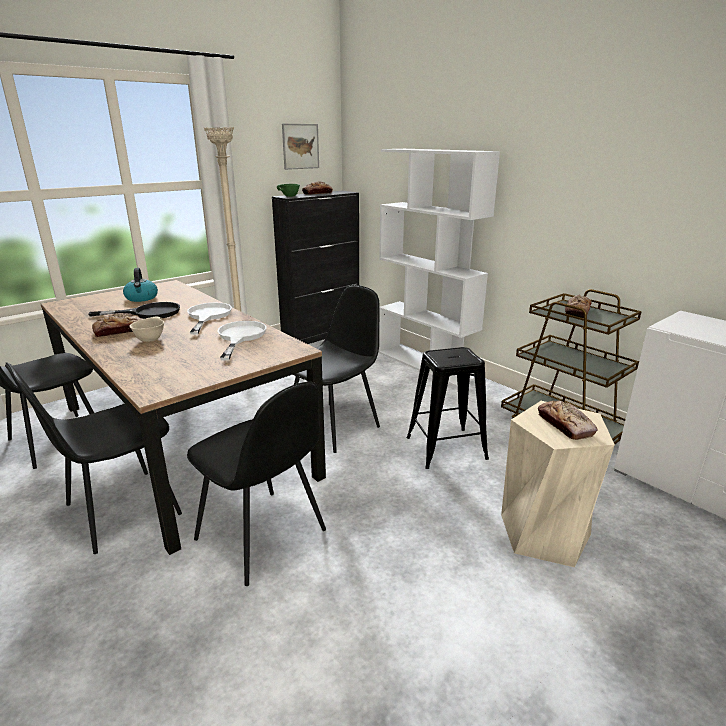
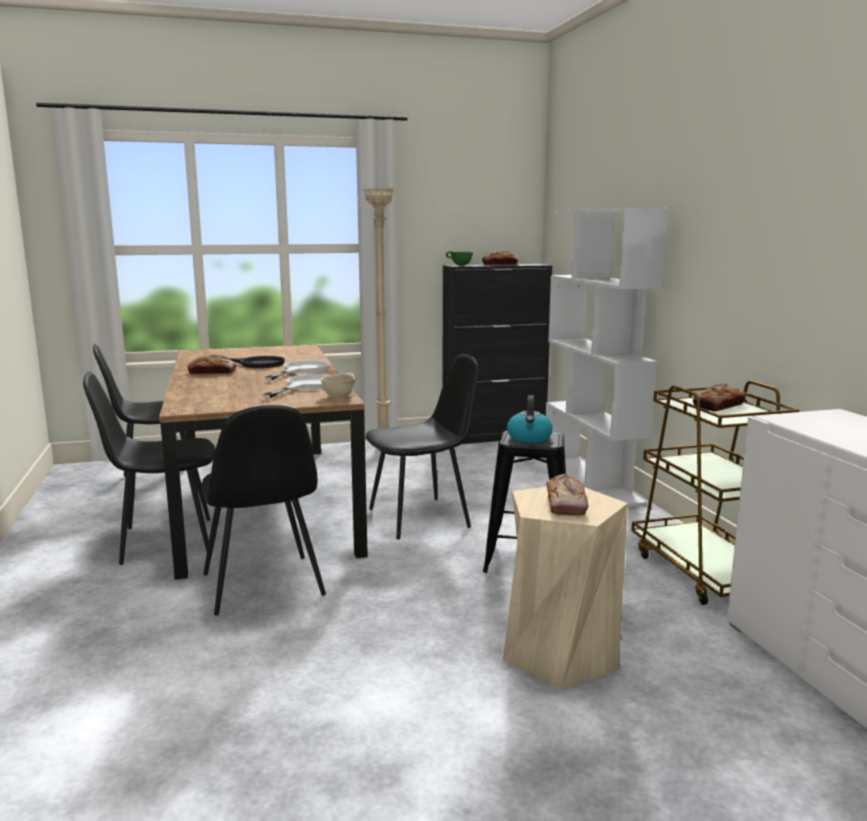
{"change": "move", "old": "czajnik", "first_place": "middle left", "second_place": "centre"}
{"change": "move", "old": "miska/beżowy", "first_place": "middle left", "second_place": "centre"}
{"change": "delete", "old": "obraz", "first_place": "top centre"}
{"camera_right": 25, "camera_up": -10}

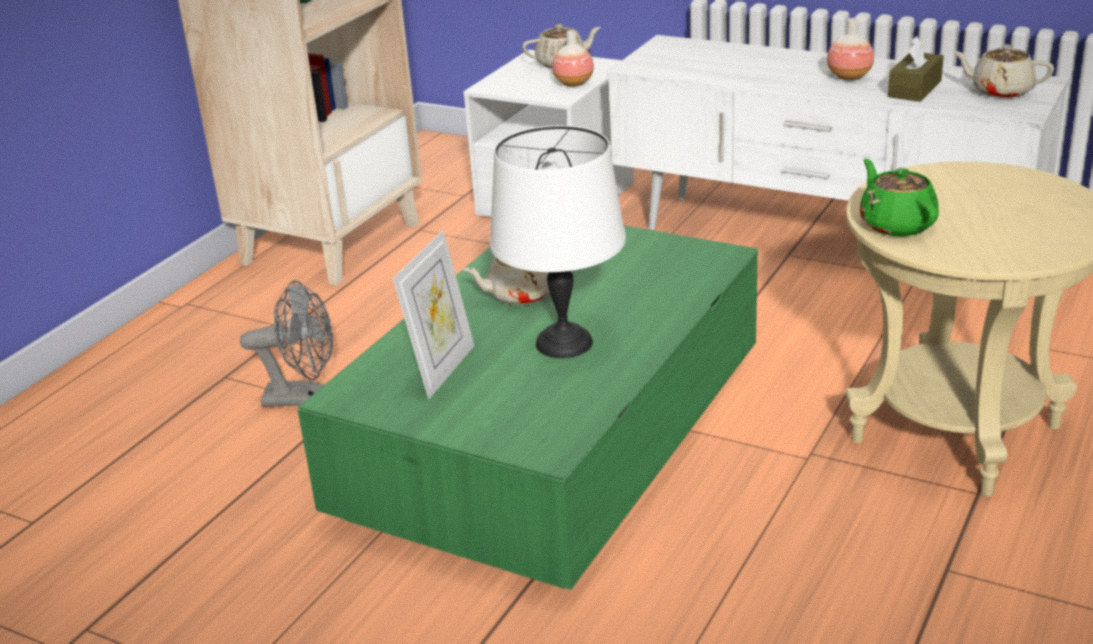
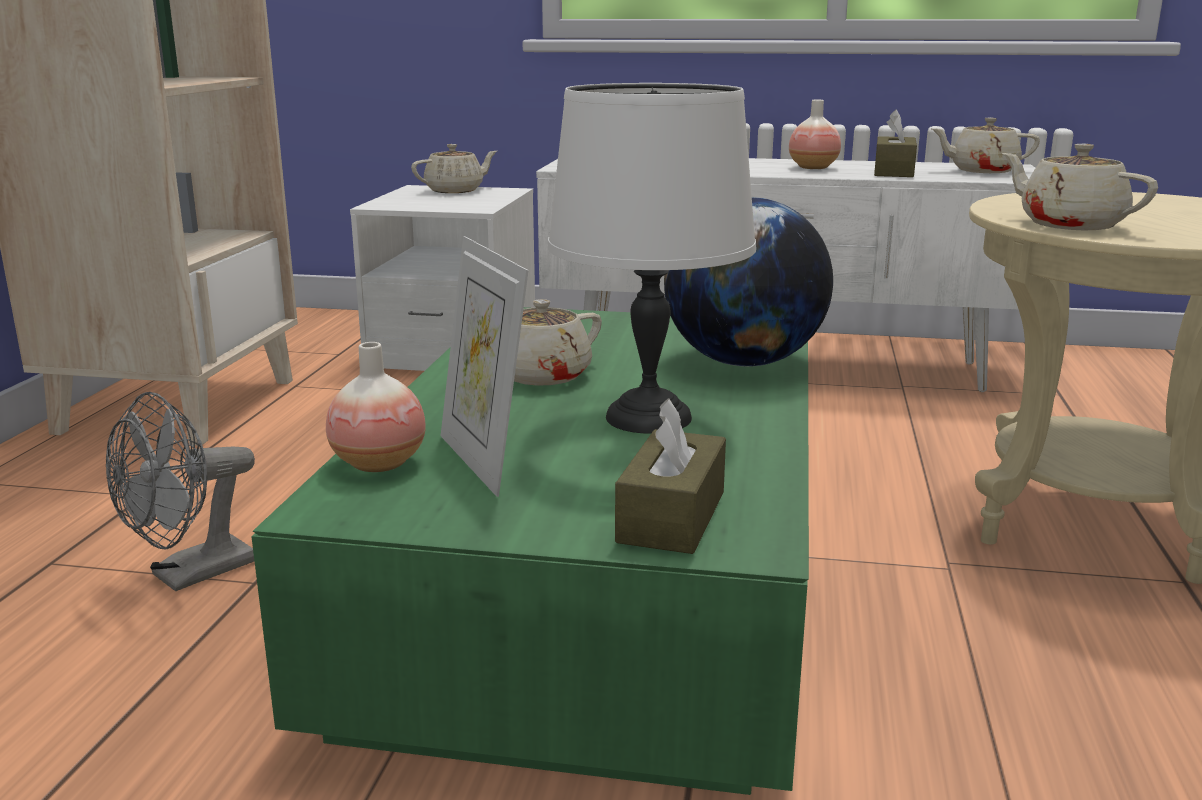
{"change": "rotate", "old": "wentylator/szary", "first_place": "middle left", "second_place": "middle left", "degrees": 150}
{"change": "rotate", "old": "ramka na zdjęcie", "first_place": "centre", "second_place": "centre", "degrees": 150}
{"change": "move", "old": "wazon (1st from left)", "first_place": "top centre", "second_place": "middle left"}
{"change": "recolor", "old": "imbryk/zielony", "new": "imbryk/beżowy (4th from left)", "first_place": "top right", "second_place": "top right"}
{"change": "insert", "new": "pudełko chusteczek/brązowy (1st from left)", "second_place": "centre"}
{"change": "insert", "new": "globus", "second_place": "centre"}
{"camera_right": -20, "camera_up": -10}

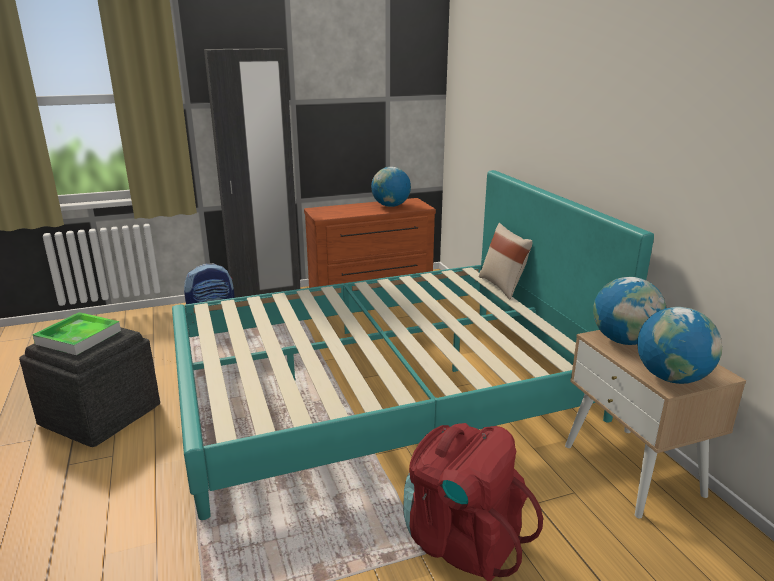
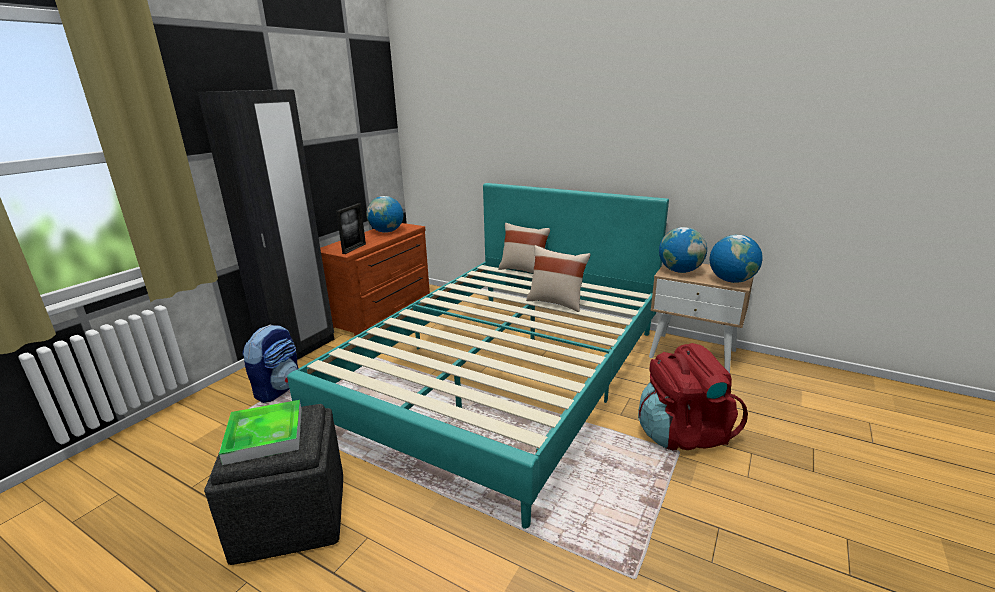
{"change": "insert", "new": "ramka na zdjęcie", "second_place": "centre"}
{"change": "insert", "new": "poduszka/beżowy (2nd from left)", "second_place": "centre"}
{"camera_right": -40, "camera_up": 0}

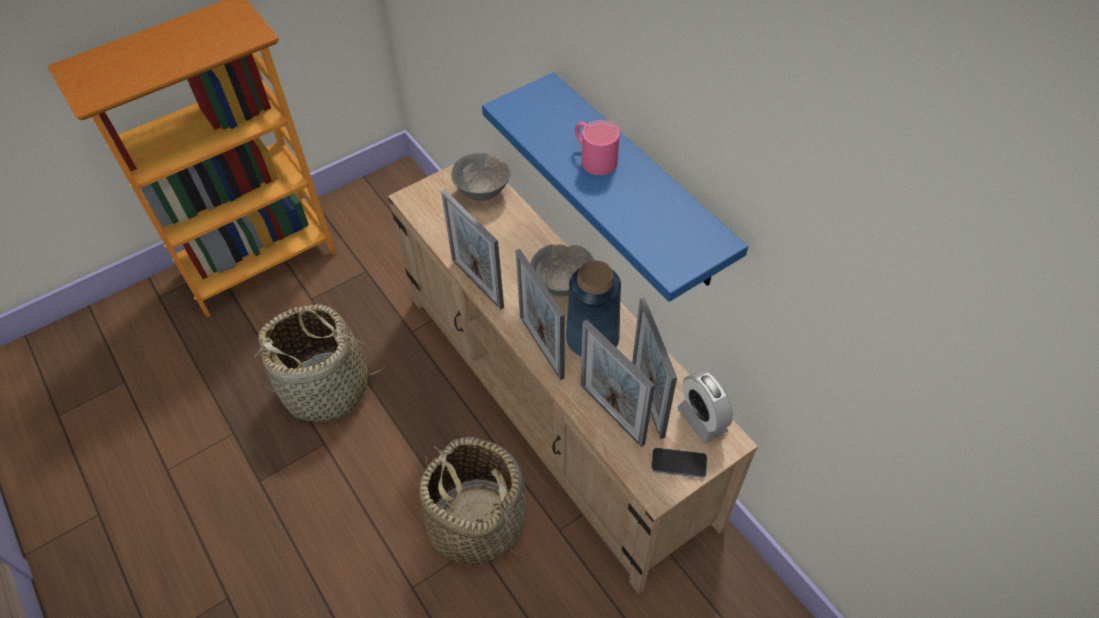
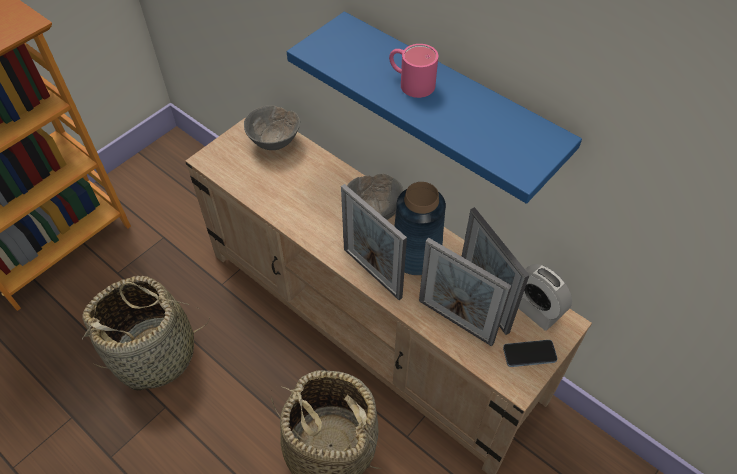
{"change": "delete", "old": "ramka na zdjęcie (1st from left)", "first_place": "centre"}
{"camera_right": -15, "camera_up": 0}

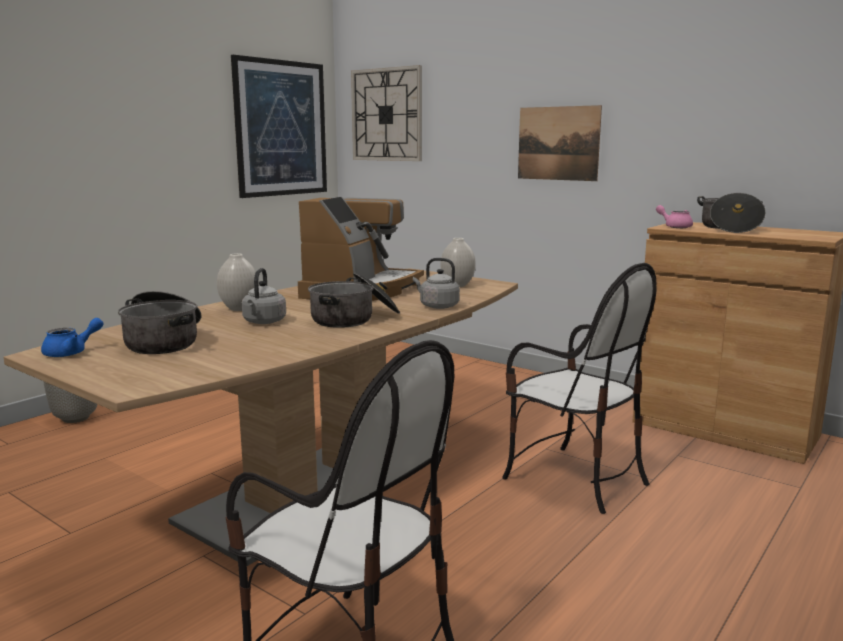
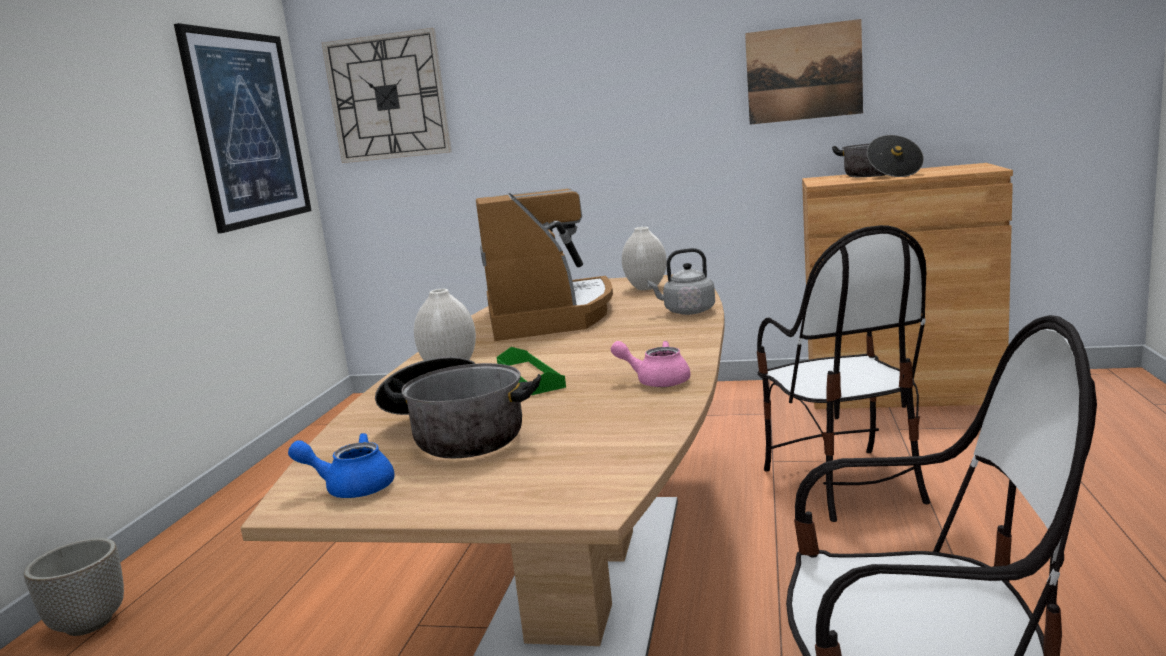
{"change": "rotate", "old": "imbryk/niebieski", "first_place": "middle left", "second_place": "bottom left", "degrees": -105}
{"change": "replace", "old": "czajnik/szary (1st from left)", "new": "taca/zielony", "first_place": "middle left", "second_place": "centre"}
{"change": "delete", "old": "garnek (2nd from left)", "first_place": "centre"}
{"change": "rotate", "old": "krzesło (2nd from left in the first image)", "first_place": "middle right", "second_place": "middle right", "degrees": 60}
{"change": "move", "old": "obraz (2nd from left)", "first_place": "top centre", "second_place": "top right"}
{"change": "move", "old": "imbryk/różowy", "first_place": "middle right", "second_place": "centre"}
{"camera_right": -25, "camera_up": 0}

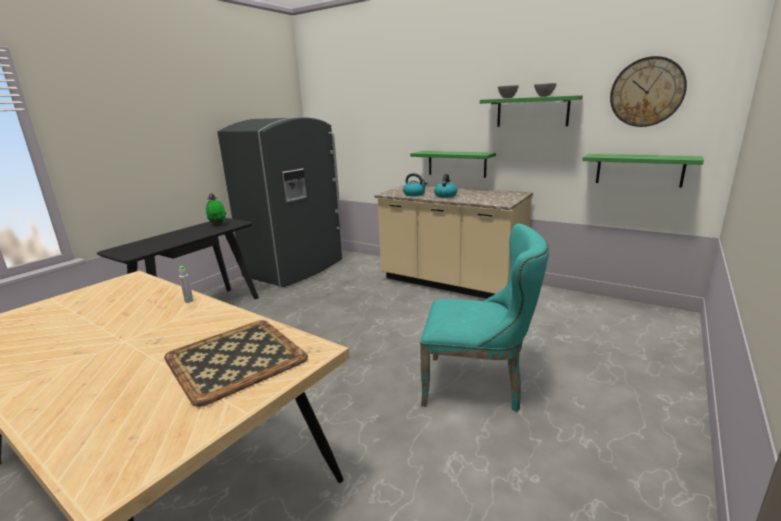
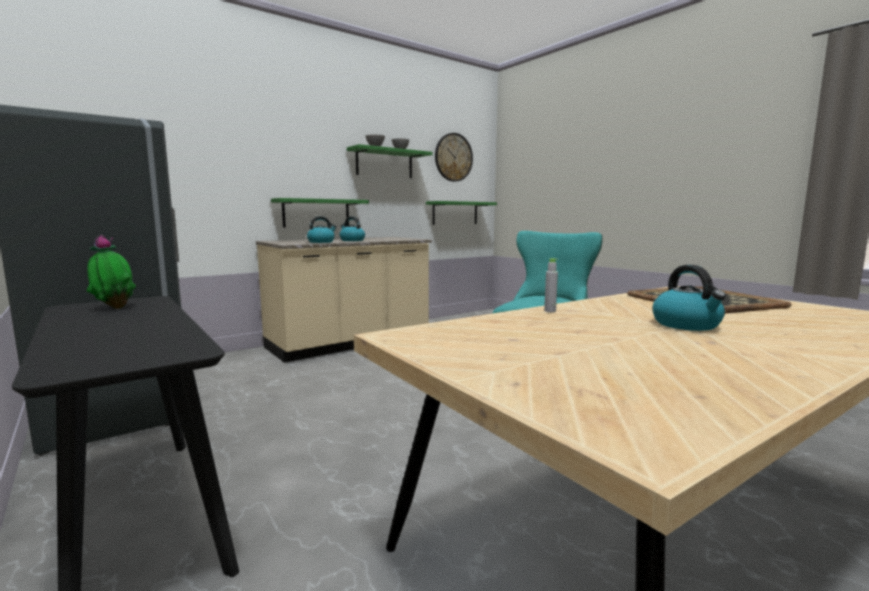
{"change": "insert", "new": "czajnik (3rd from left)", "second_place": "middle right"}
{"camera_right": -70, "camera_up": -10}

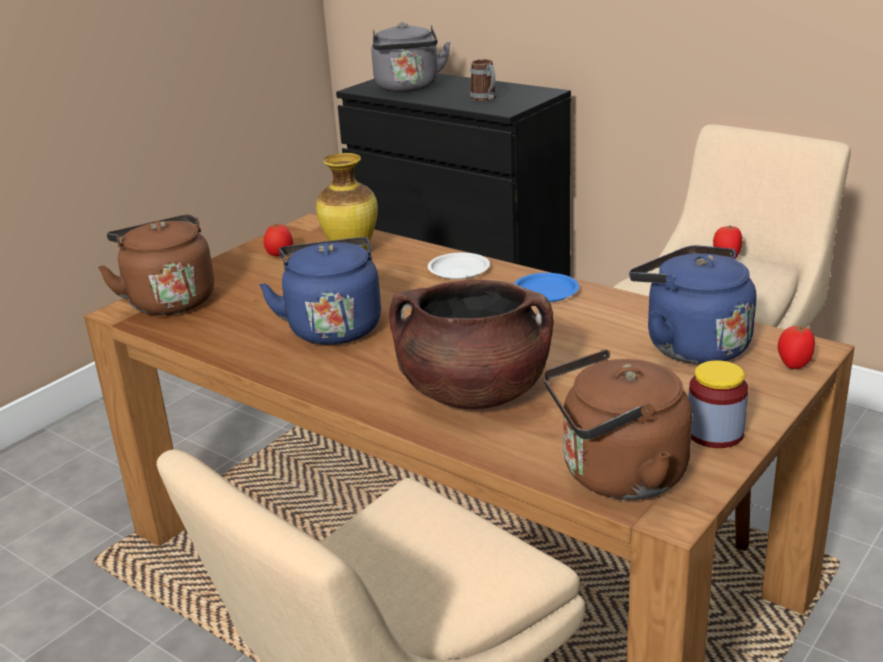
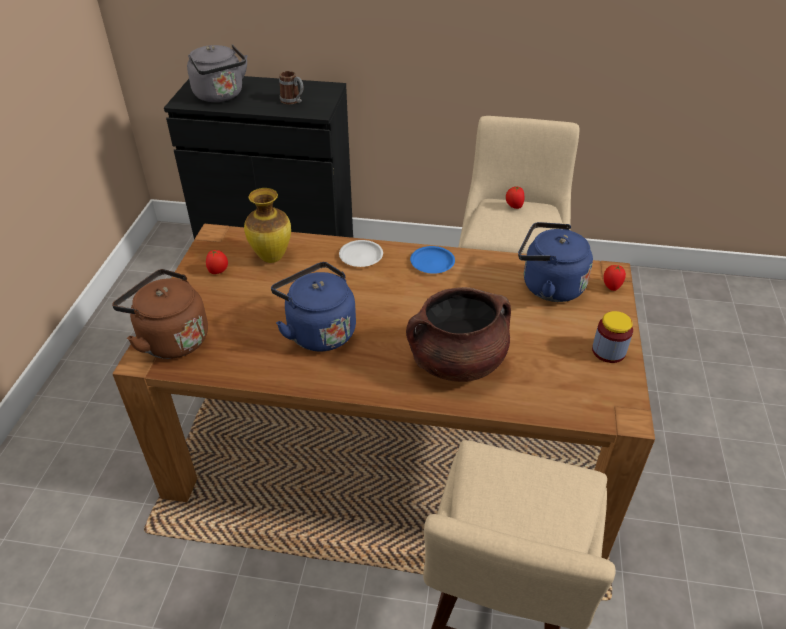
{"change": "delete", "old": "czajnik/brązowy (2nd from left)", "first_place": "middle right"}
{"camera_right": -30, "camera_up": 15}

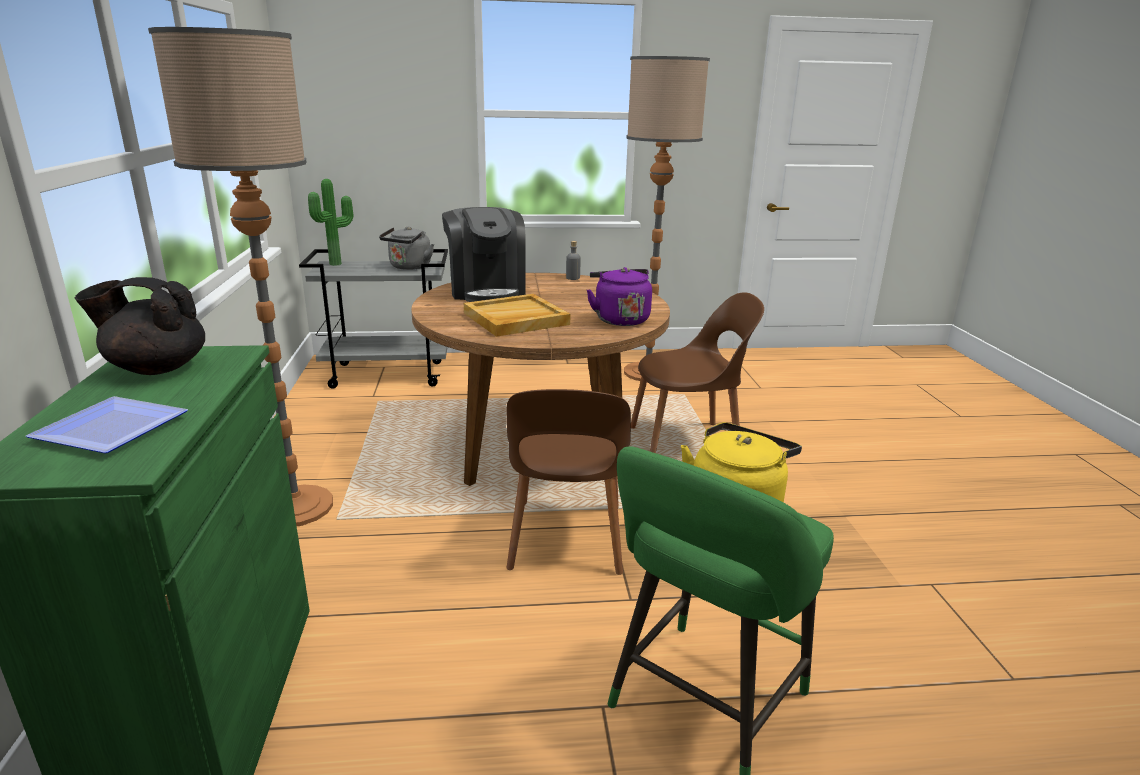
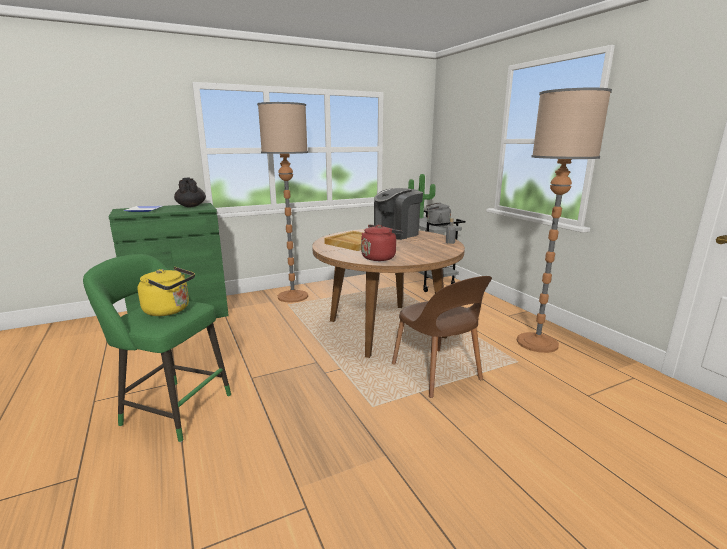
{"change": "delete", "old": "krzesło/brązowy (1st from left)", "first_place": "centre"}
{"change": "recolor", "old": "czajnik/fioletowy", "new": "czajnik/czerwony", "first_place": "centre", "second_place": "centre"}
{"camera_right": 70, "camera_up": -5}

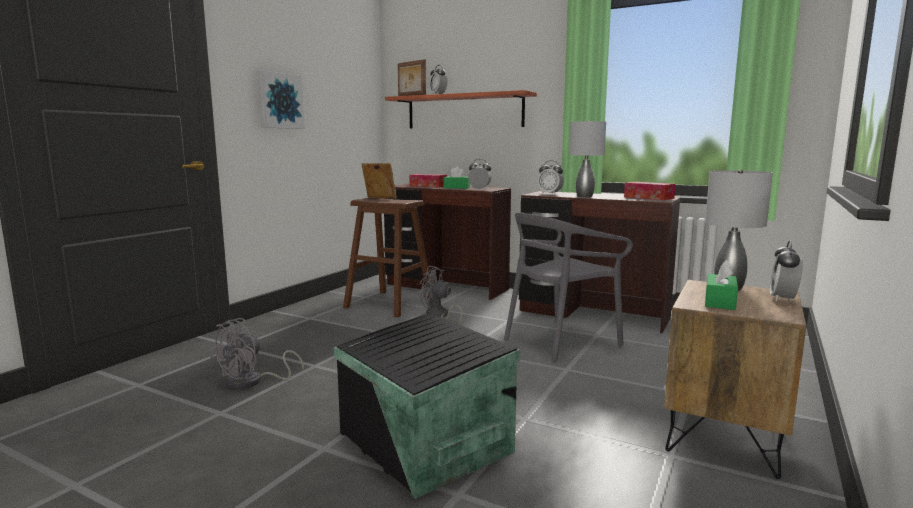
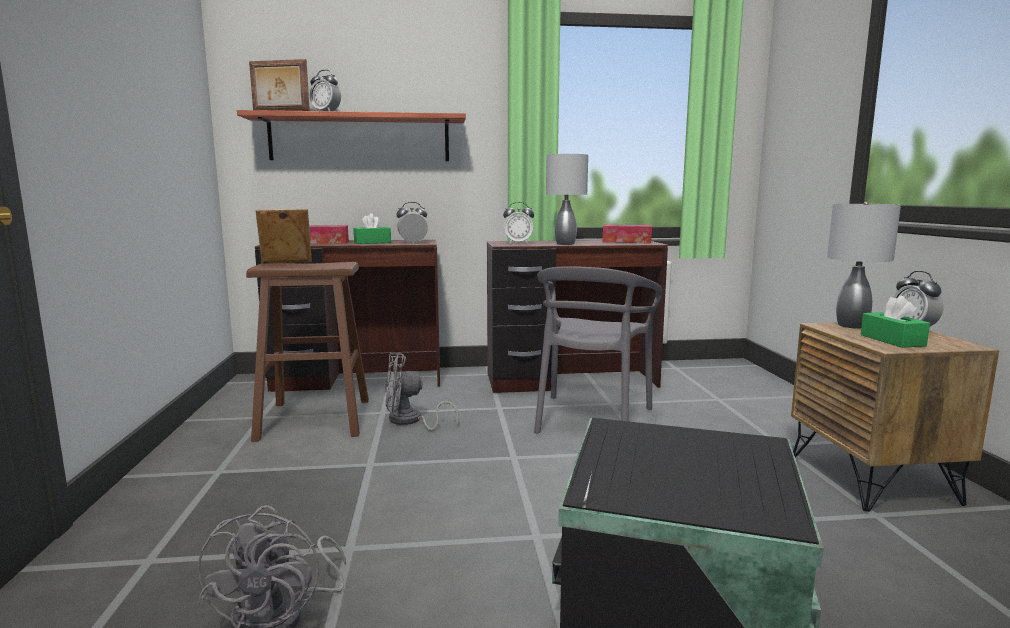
{"change": "delete", "old": "obraz", "first_place": "top left"}
{"camera_right": -35, "camera_up": 0}

